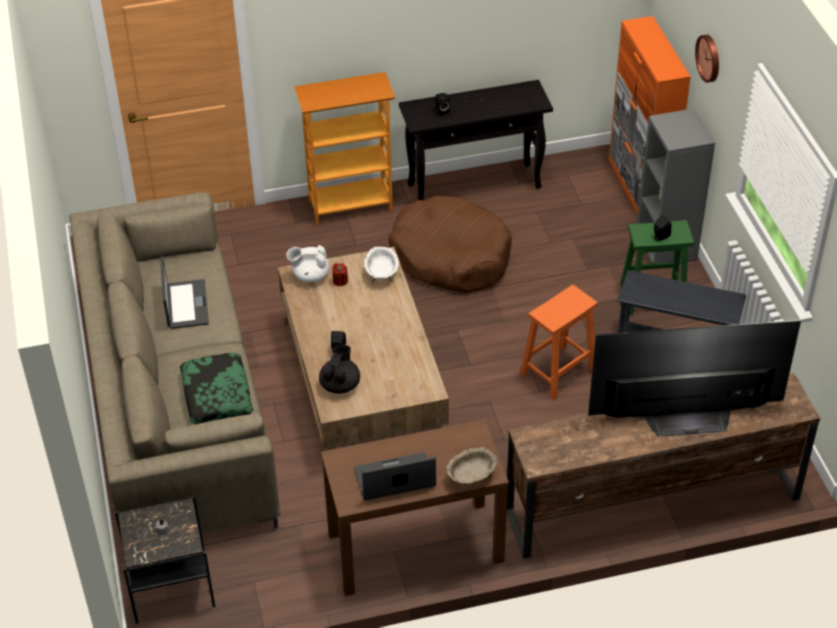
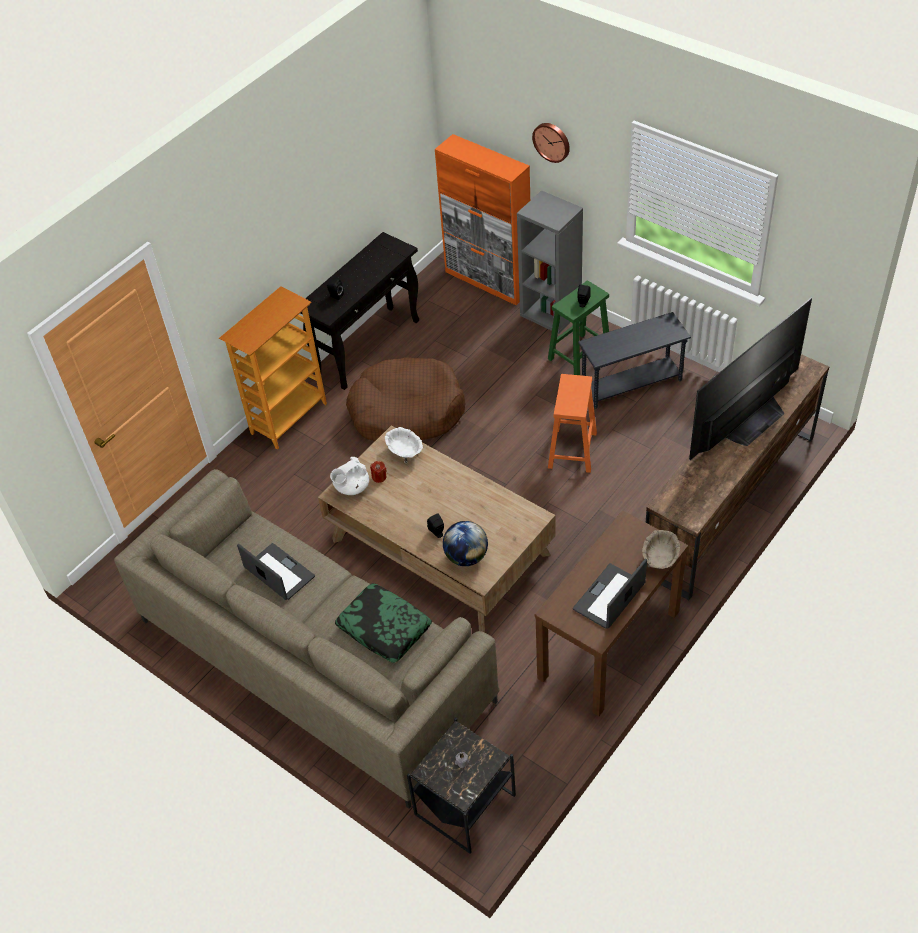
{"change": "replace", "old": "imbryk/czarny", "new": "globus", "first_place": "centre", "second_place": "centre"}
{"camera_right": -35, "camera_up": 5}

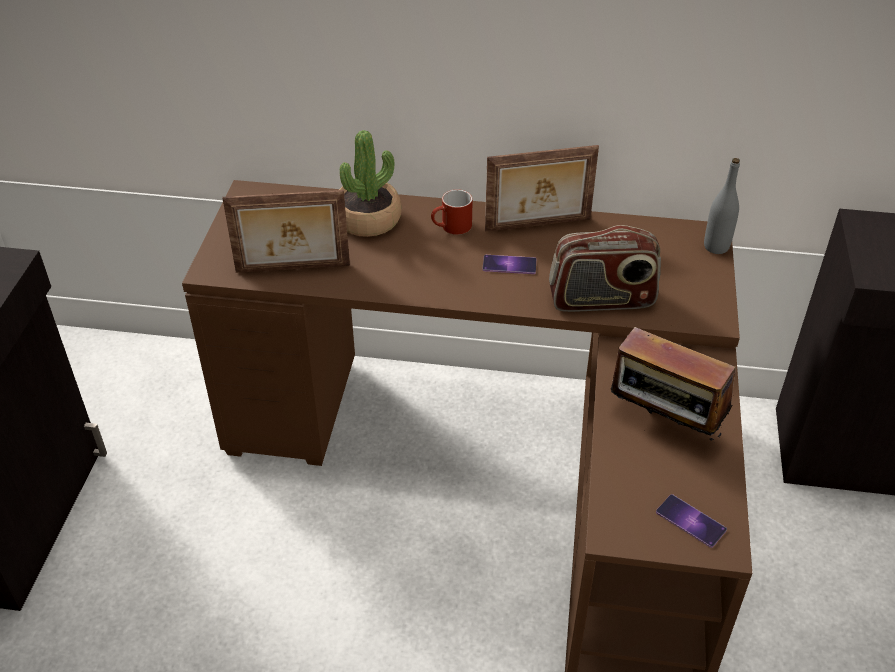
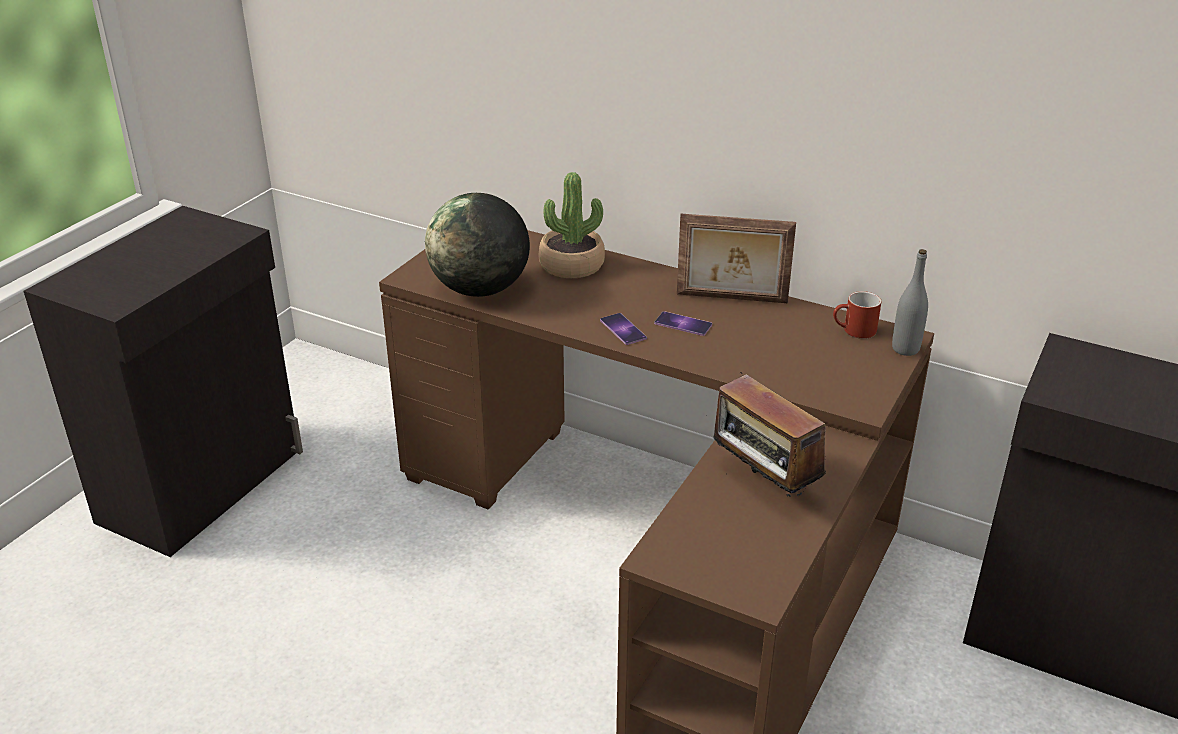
{"change": "replace", "old": "ramka na zdjęcie (1st from left)", "new": "globus", "first_place": "middle left", "second_place": "centre"}
{"change": "move", "old": "kubek/czerwony", "first_place": "top centre", "second_place": "middle right"}
{"change": "delete", "old": "radio (1st from left)", "first_place": "middle right"}
{"change": "move", "old": "telefon (2nd from left in the first image)", "new": "telefon (1st from left)", "first_place": "bottom right", "second_place": "centre"}
{"camera_right": 20, "camera_up": -10}

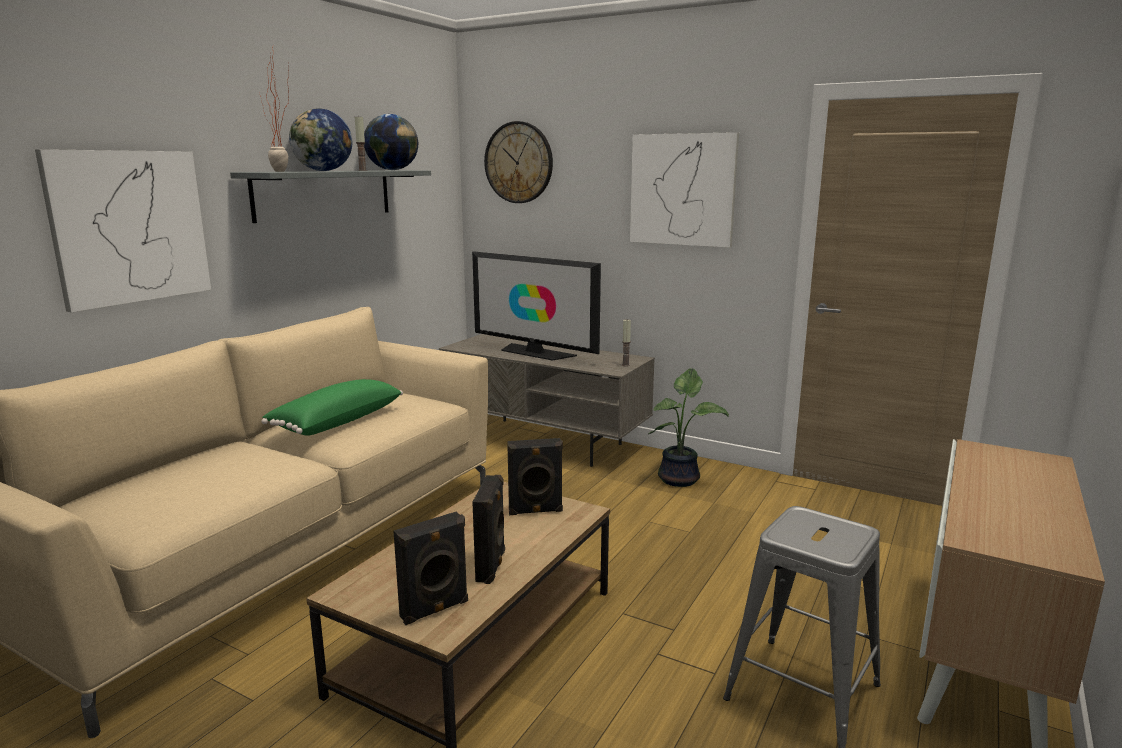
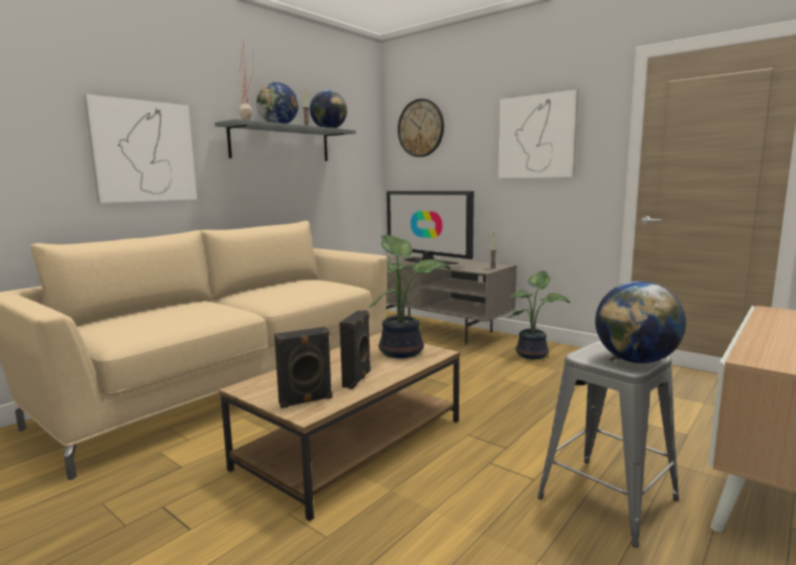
{"change": "delete", "old": "poduszka/zielony", "first_place": "middle left"}
{"change": "replace", "old": "głośnik/czarny (3rd from left)", "new": "roślina doniczkowa (2nd from left)", "first_place": "centre", "second_place": "centre"}
{"change": "insert", "new": "globus (3rd from left)", "second_place": "middle right"}
{"camera_right": 10, "camera_up": -5}

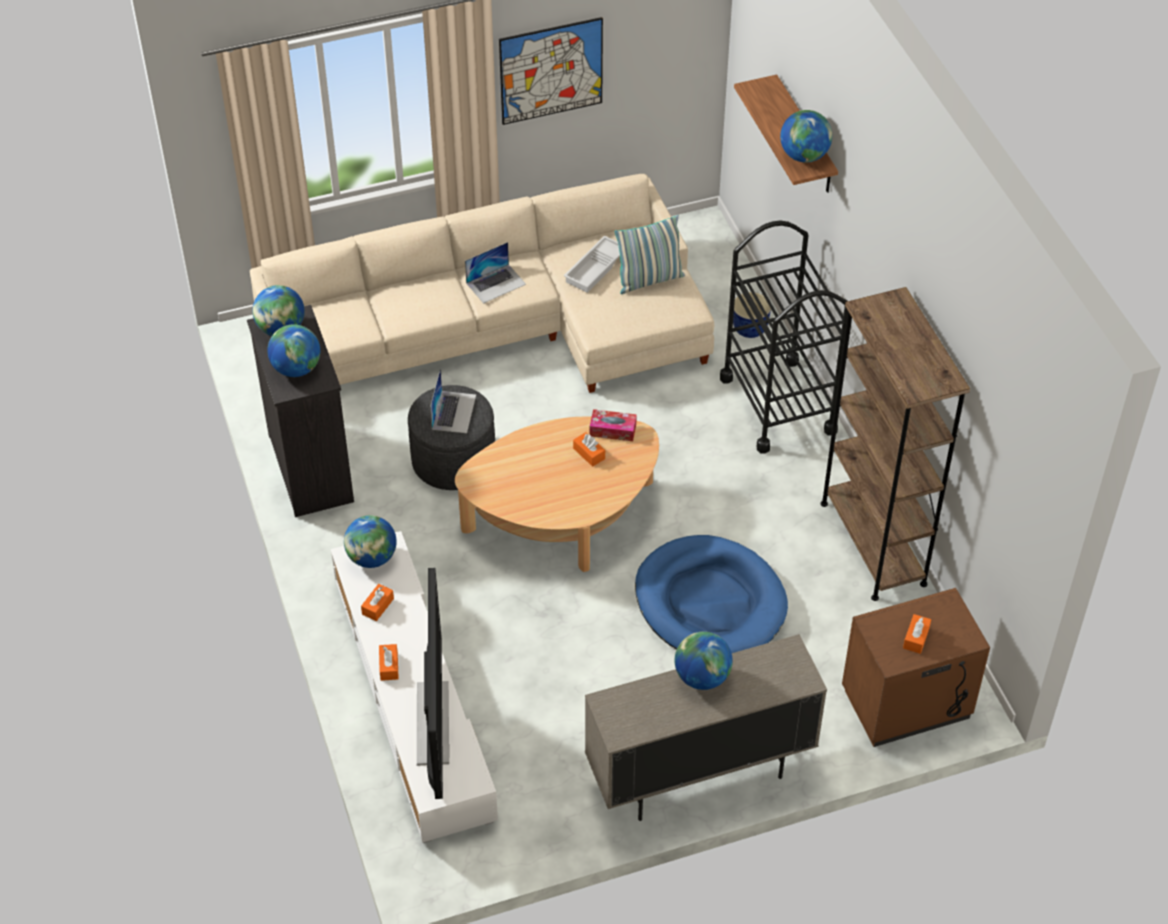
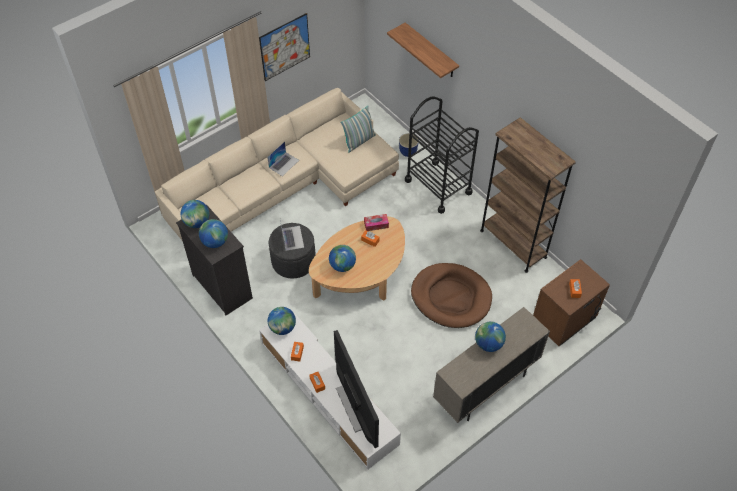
{"change": "delete", "old": "taca/biały", "first_place": "top centre"}
{"change": "recolor", "old": "legowisko/niebieski", "new": "legowisko/brązowy", "first_place": "centre", "second_place": "centre"}
{"change": "move", "old": "globus (5th from left in the first image)", "new": "globus (4th from left)", "first_place": "top right", "second_place": "centre"}
{"camera_right": -20, "camera_up": 5}

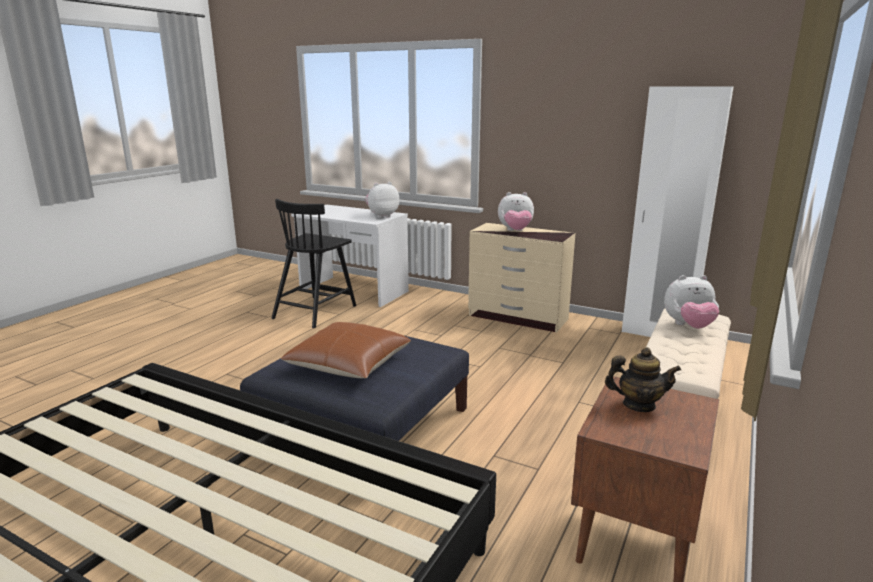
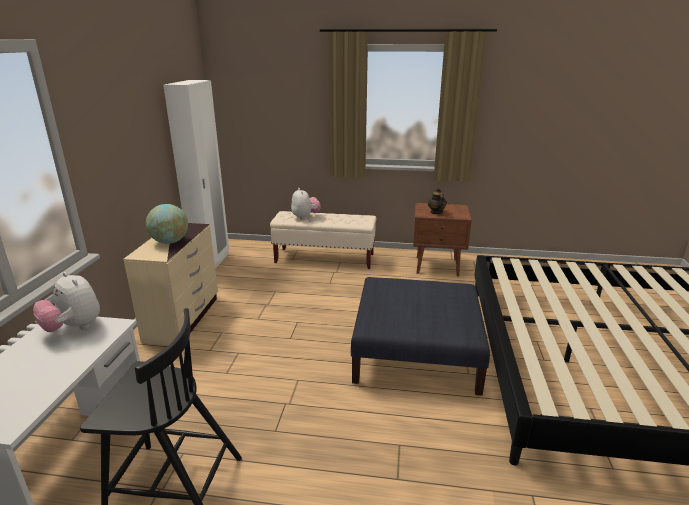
{"change": "delete", "old": "poduszka/brązowy", "first_place": "centre"}
{"change": "replace", "old": "pluszak (2nd from left)", "new": "globus", "first_place": "centre", "second_place": "middle left"}
{"camera_right": -110, "camera_up": 5}

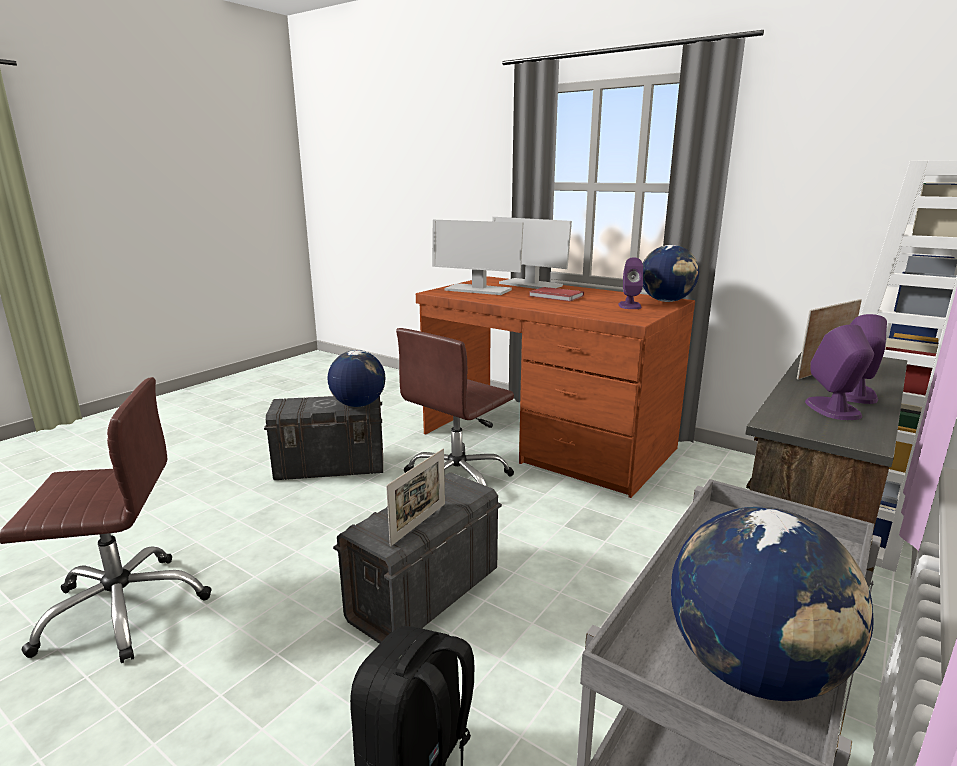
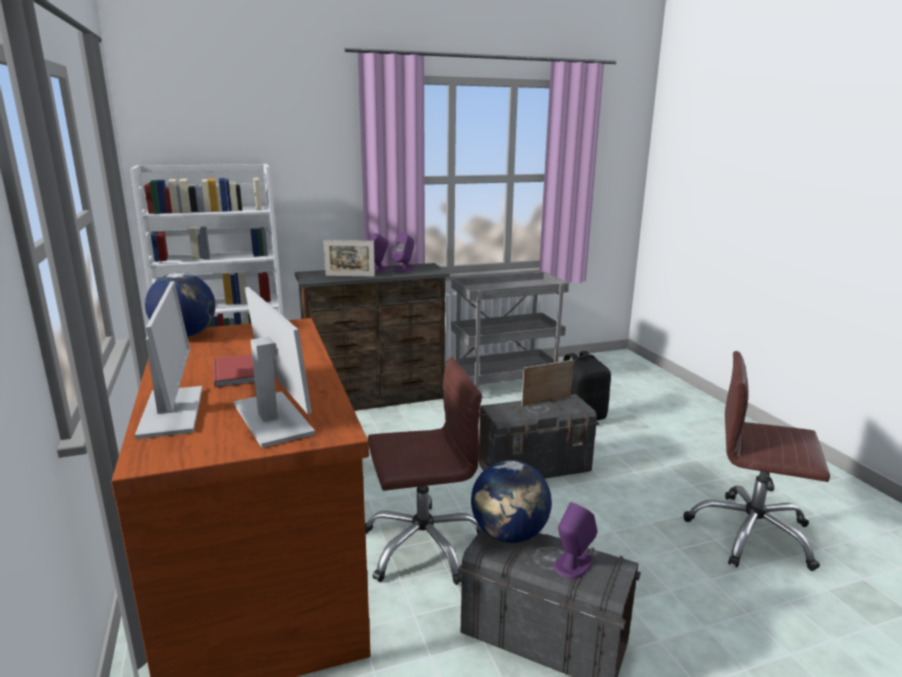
{"change": "move", "old": "głośnik/fioletowy (1st from left in the first image)", "new": "głośnik/fioletowy (3rd from left)", "first_place": "centre", "second_place": "bottom centre"}
{"change": "delete", "old": "globus (3rd from left)", "first_place": "bottom right"}
{"camera_right": -145, "camera_up": 0}

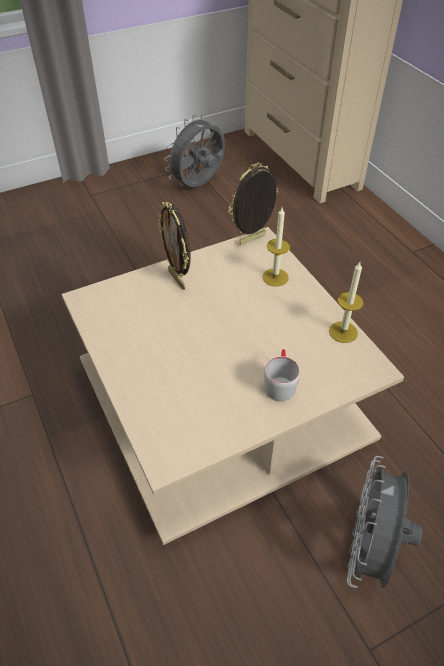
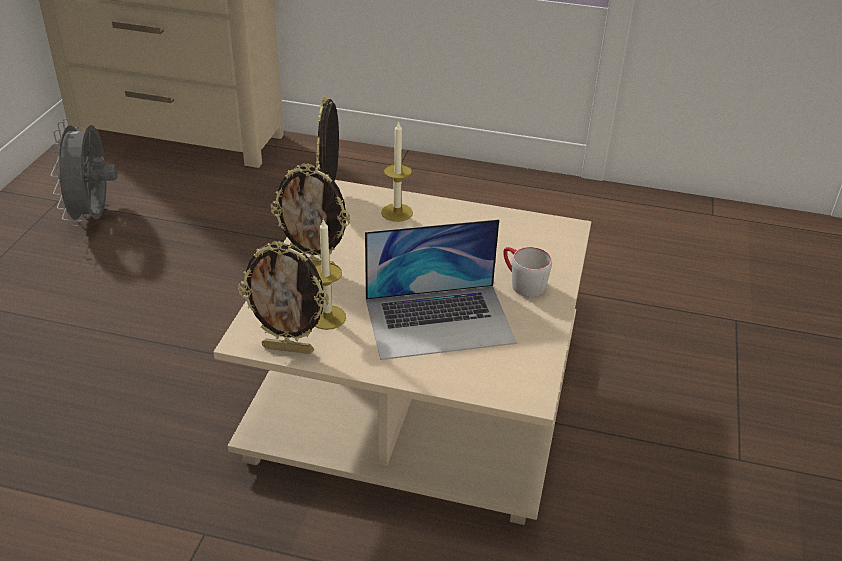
{"change": "move", "old": "świeca (2nd from left in the first image)", "new": "świeca (1st from left)", "first_place": "middle right", "second_place": "centre"}
{"change": "delete", "old": "wentylator/szary (2nd from left)", "first_place": "bottom right"}
{"change": "insert", "new": "ramka na zdjęcie (1st from left)", "second_place": "centre"}
{"change": "insert", "new": "laptop", "second_place": "centre"}
{"camera_right": -50, "camera_up": -10}

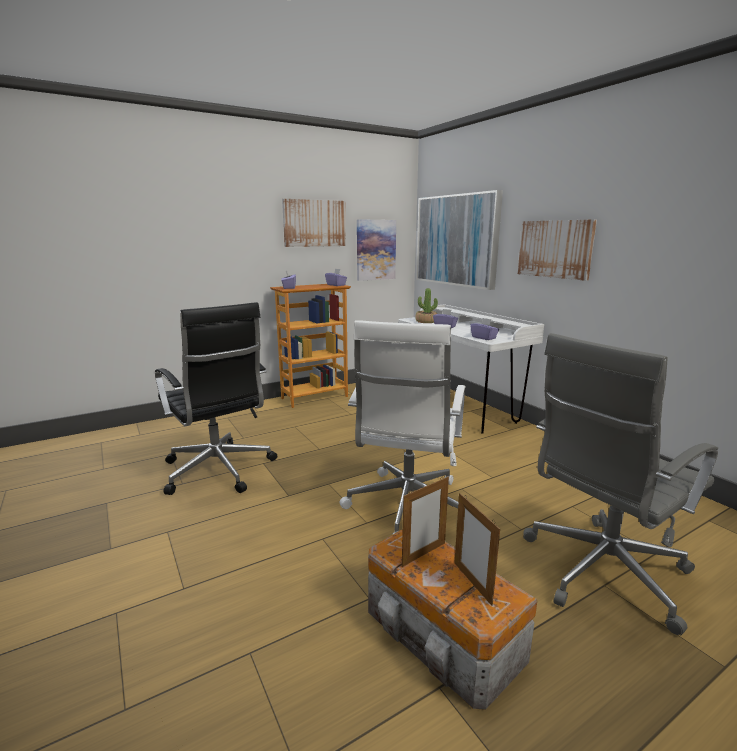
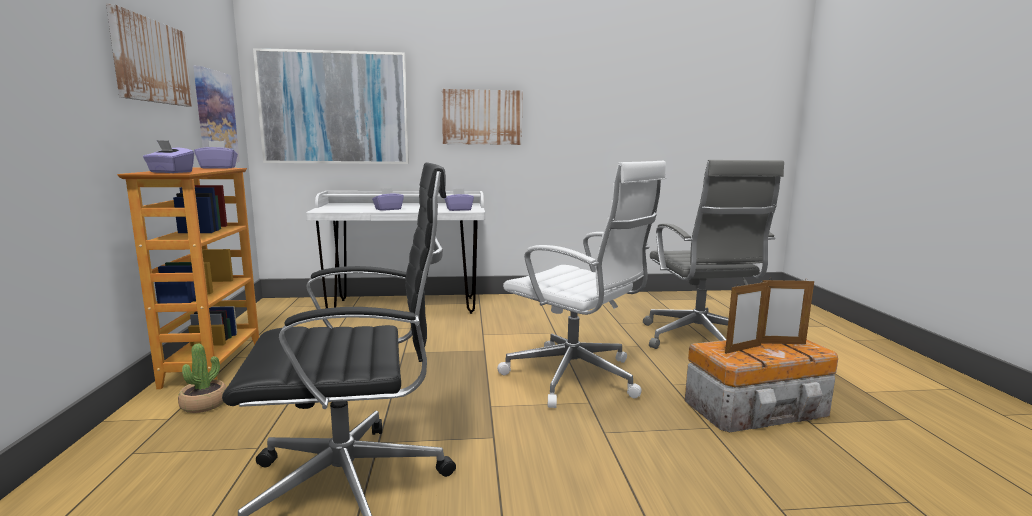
{"change": "rotate", "old": "ramka na zdjęcie (1st from left)", "first_place": "bottom centre", "second_place": "middle right", "degrees": 75}
{"change": "move", "old": "roślina doniczkowa", "first_place": "centre", "second_place": "bottom left"}
{"camera_right": -65, "camera_up": -5}

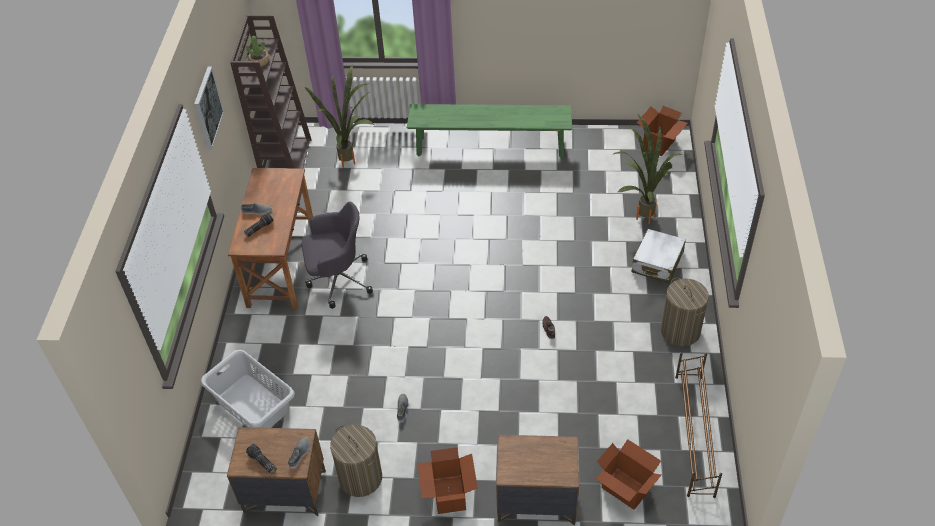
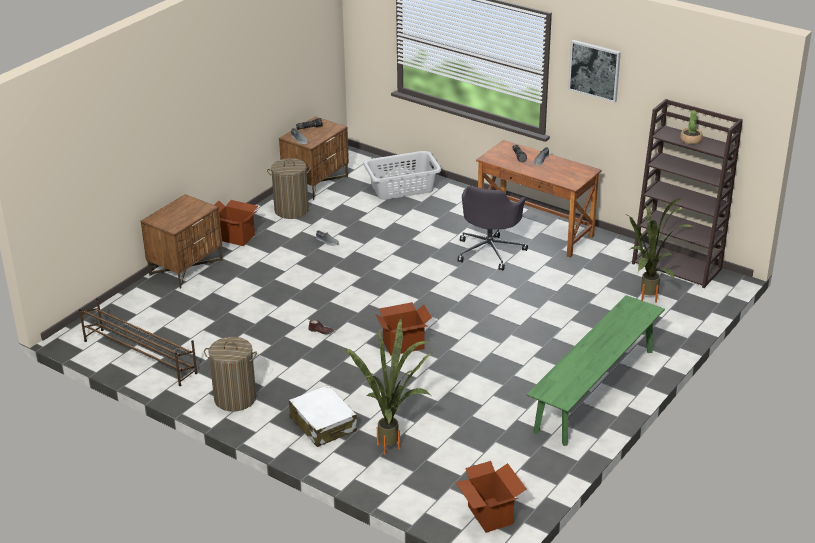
{"change": "move", "old": "karton (2nd from left)", "first_place": "bottom right", "second_place": "centre"}
{"camera_right": 120, "camera_up": -15}

